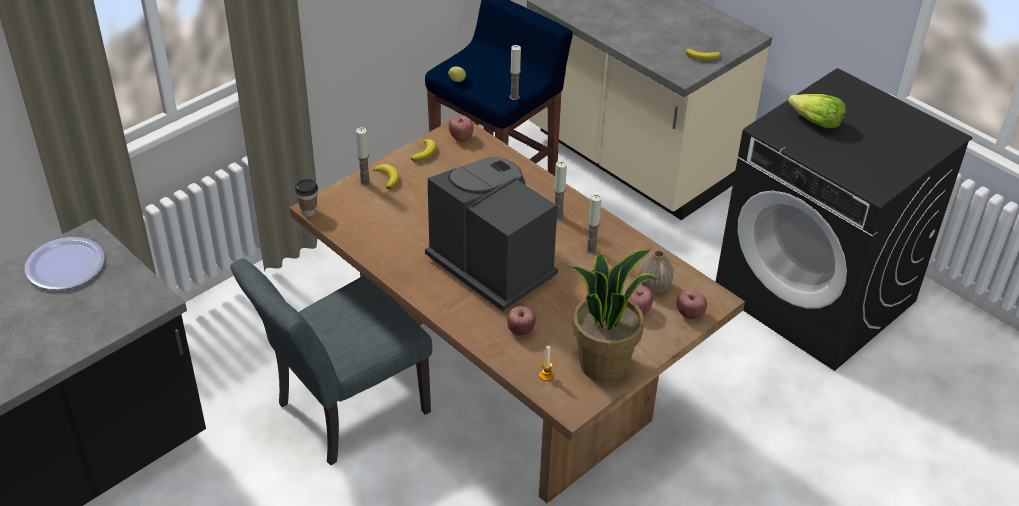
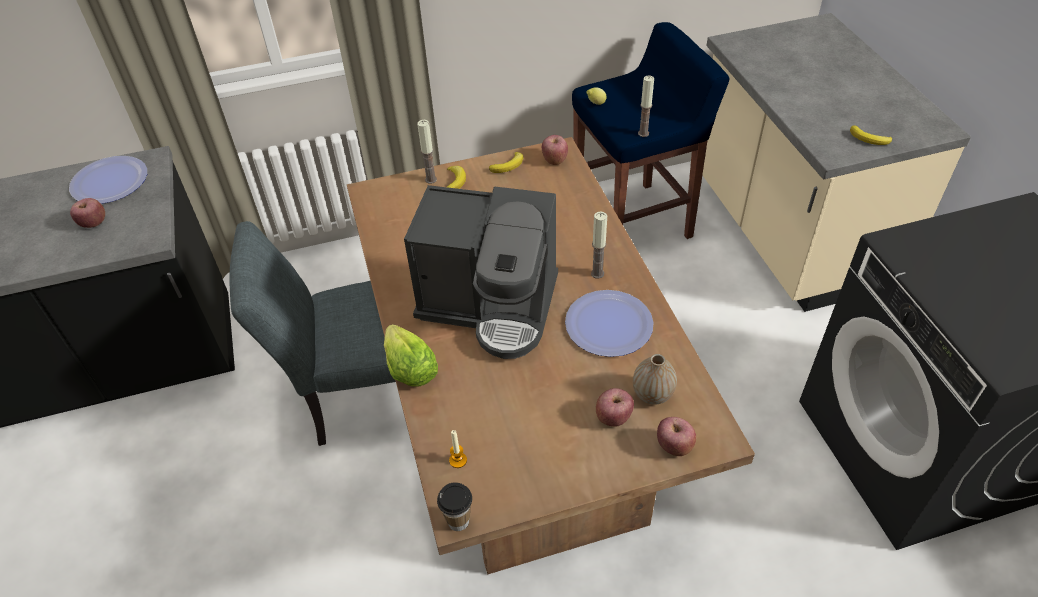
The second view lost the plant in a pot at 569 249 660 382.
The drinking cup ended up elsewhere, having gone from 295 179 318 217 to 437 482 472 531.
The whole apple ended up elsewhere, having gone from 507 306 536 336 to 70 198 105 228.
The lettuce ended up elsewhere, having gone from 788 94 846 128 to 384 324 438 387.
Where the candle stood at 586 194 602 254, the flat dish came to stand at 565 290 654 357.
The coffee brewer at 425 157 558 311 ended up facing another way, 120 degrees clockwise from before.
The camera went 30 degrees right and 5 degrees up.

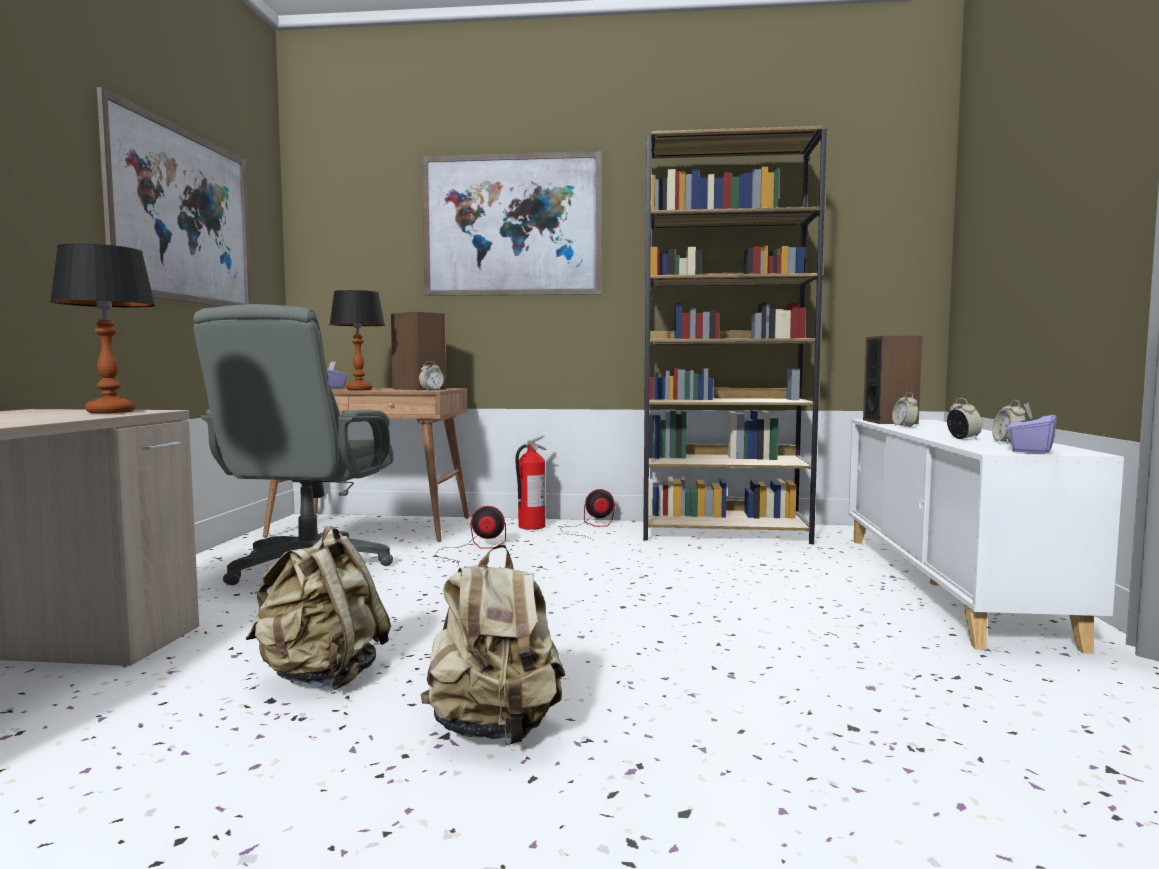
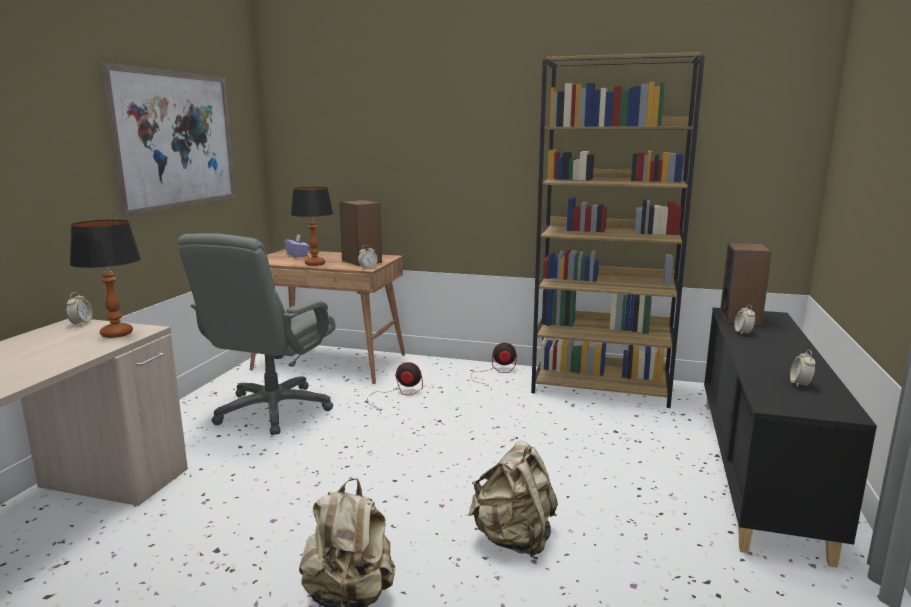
The second view lost the wall art at 422 151 602 296.
The second view lost the extinguisher at 515 436 546 530.
The second view lost the purple tissue box at 1008 403 1057 454.
The sand-coloured backpack ended up elsewhere, having gone from 246 526 391 690 to 468 441 558 557.
The bedside clock ended up elsewhere, having gone from 947 398 982 440 to 66 292 93 326.
What was the whitish cabinet at 848 419 1124 654 turned into the black-coloured cabinet at 704 308 877 568.
The camera went 10 degrees right and 10 degrees up.

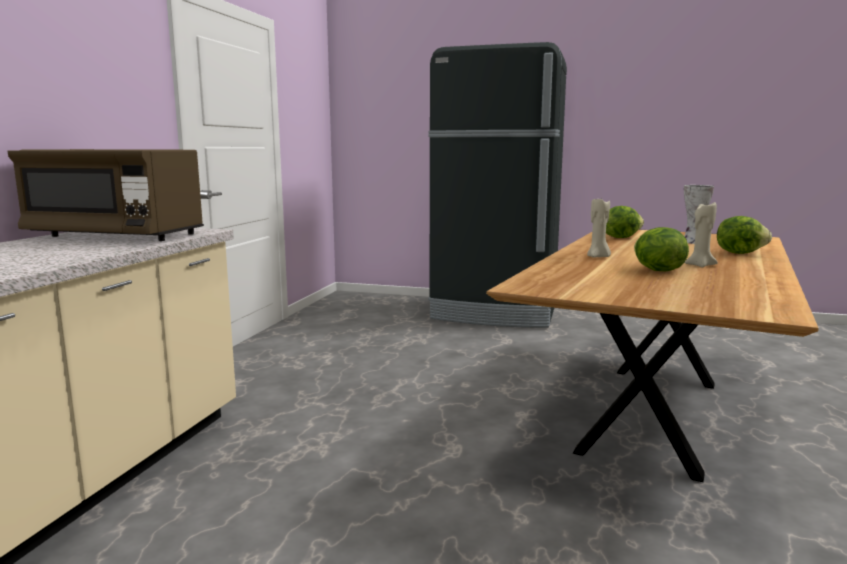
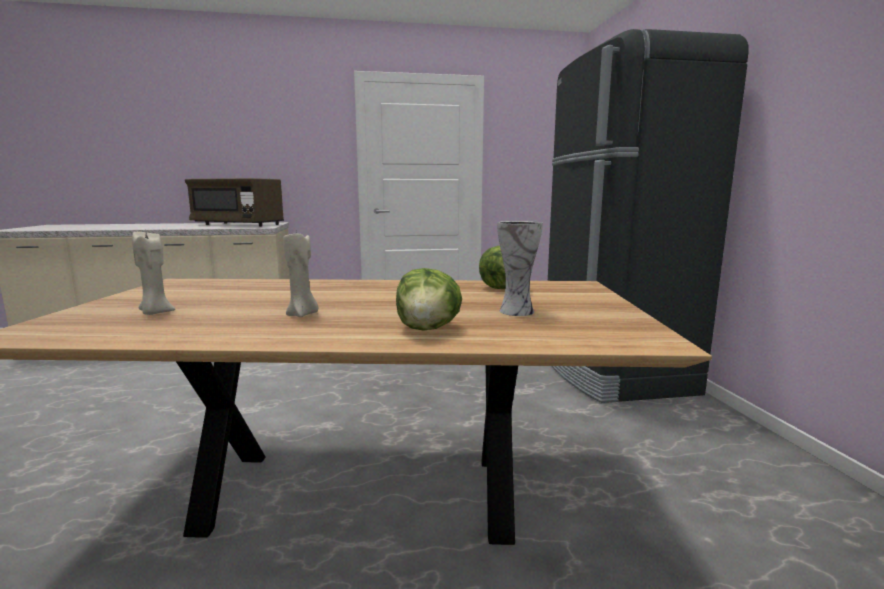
The second view lost the lettuce at 634 227 689 272.
The sand-coloured candle ended up elsewhere, having gone from 587 199 611 257 to 132 232 175 315.
The brown-coloured microwave oven at 8 149 204 241 ended up facing another way, 60 degrees counterclockwise from before.
The camera went 65 degrees right and 0 degrees up.

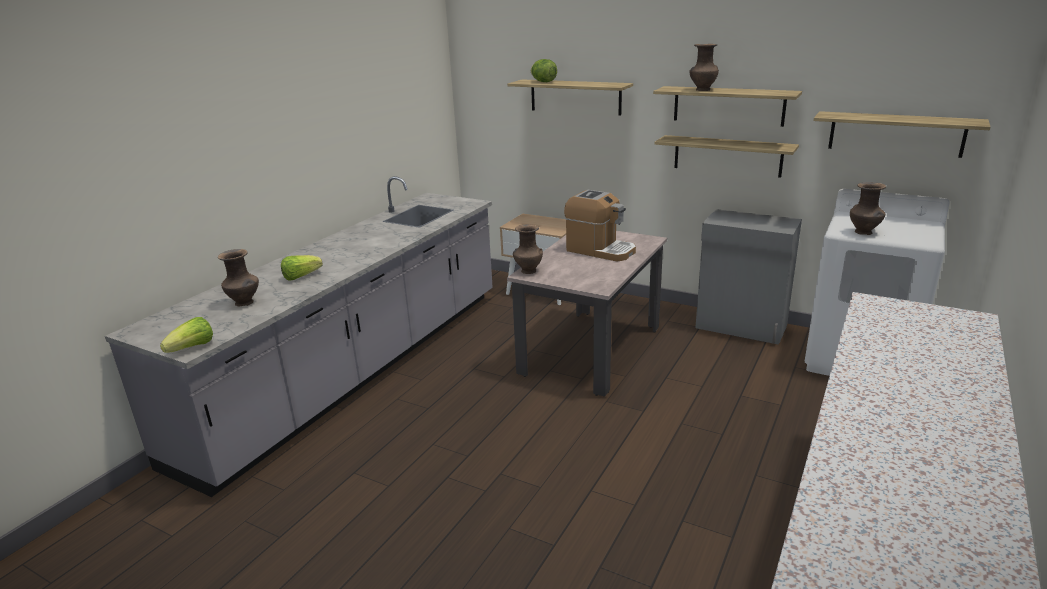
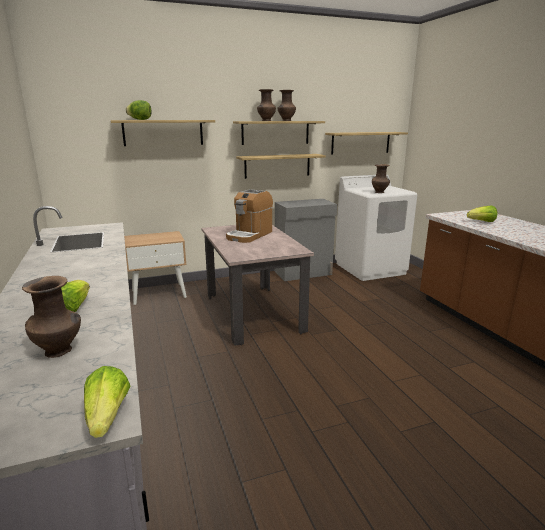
The second view gained the lettuce at 467 205 497 222.
The brown-coloured flower vase ended up elsewhere, having gone from 513 224 543 274 to 277 90 296 121.
The coffee brewer at 564 190 636 262 ended up facing another way, 135 degrees clockwise from before.
The camera went 50 degrees left and 5 degrees down.

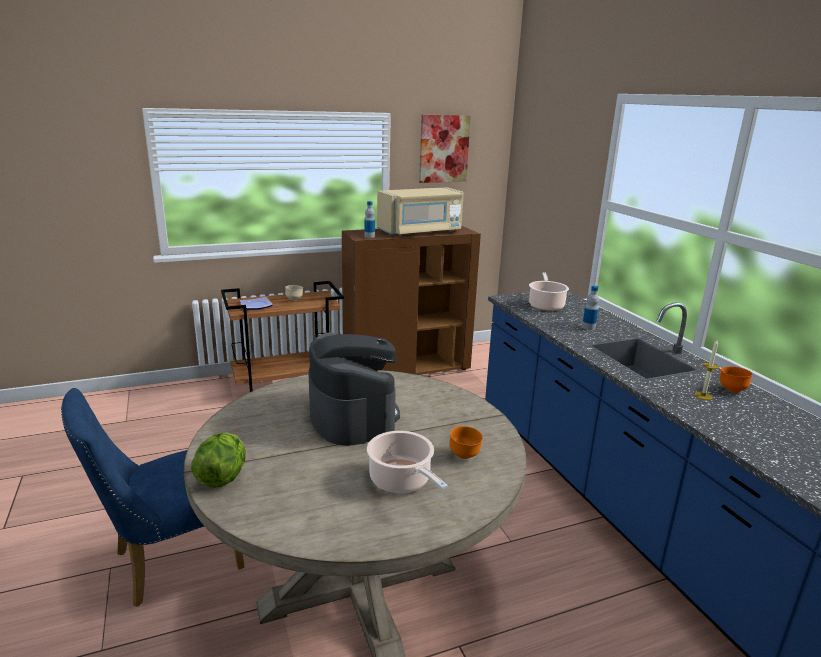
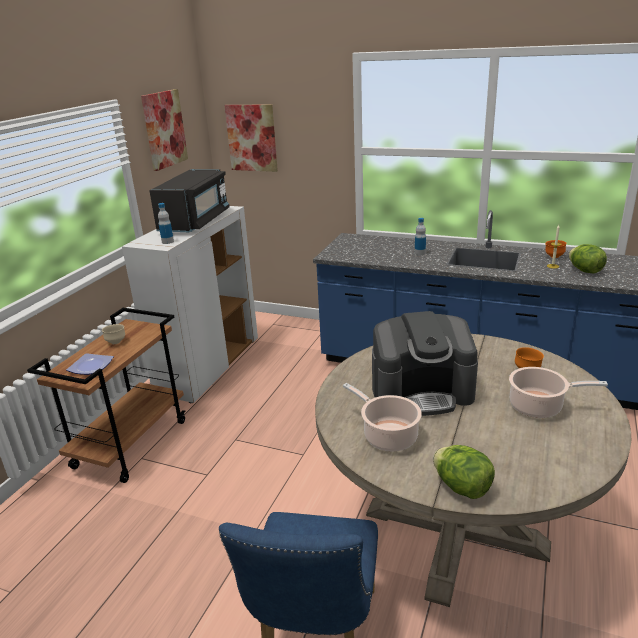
The second view gained the wall art at 225 105 278 172.
The second view gained the lettuce at 569 244 607 273.
The stockpot ended up elsewhere, having gone from 529 272 569 311 to 343 383 422 452.
What was the brown-coloured cabinet at 342 226 481 375 turned into the whitish cabinet at 122 206 258 403.
What was the sand-coloured microwave oven at 377 187 464 236 turned into the black-coloured microwave oven at 149 169 230 232.
The coffee brewer at 308 332 400 446 ended up facing another way, 150 degrees clockwise from before.
The camera went 45 degrees left and 5 degrees up.

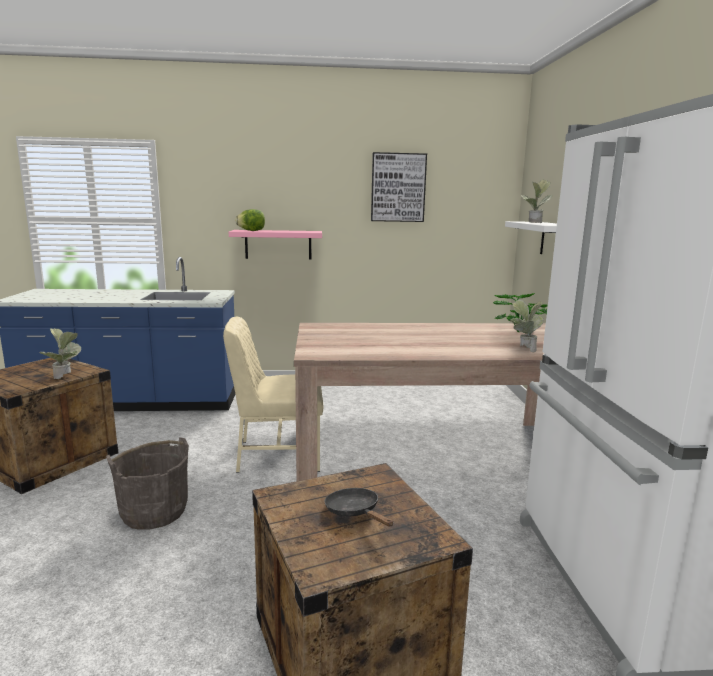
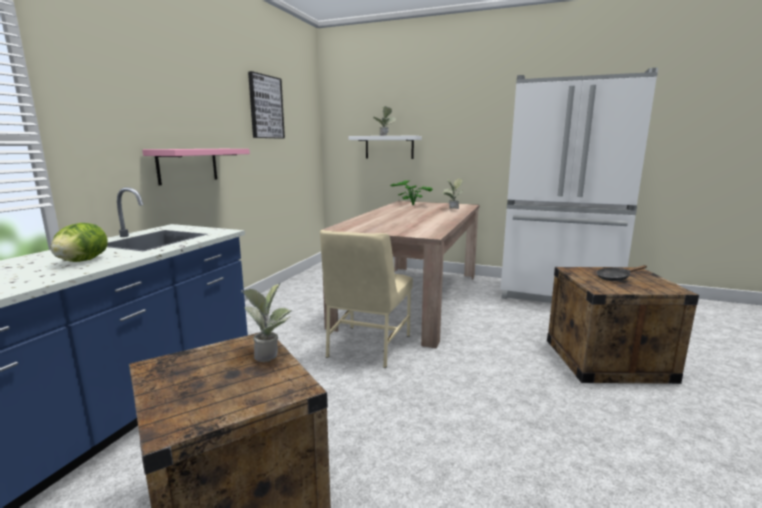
The second view lost the greyish pail at 106 437 189 530.
The lettuce ended up elsewhere, having gone from 235 209 265 231 to 51 223 108 262.
The camera went 65 degrees left and 0 degrees up.

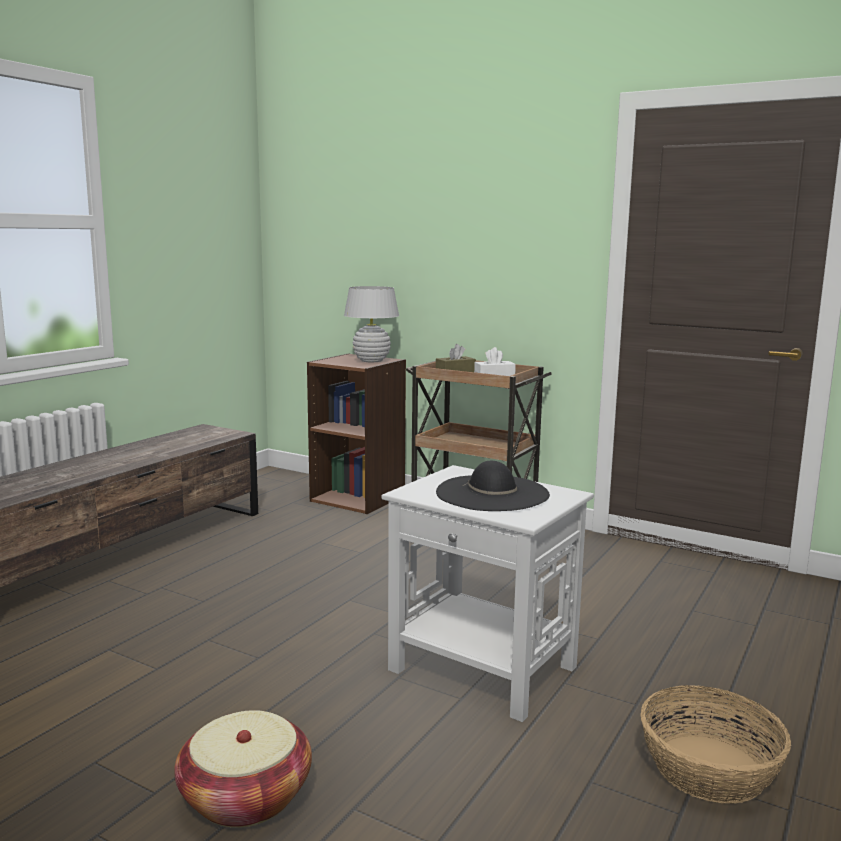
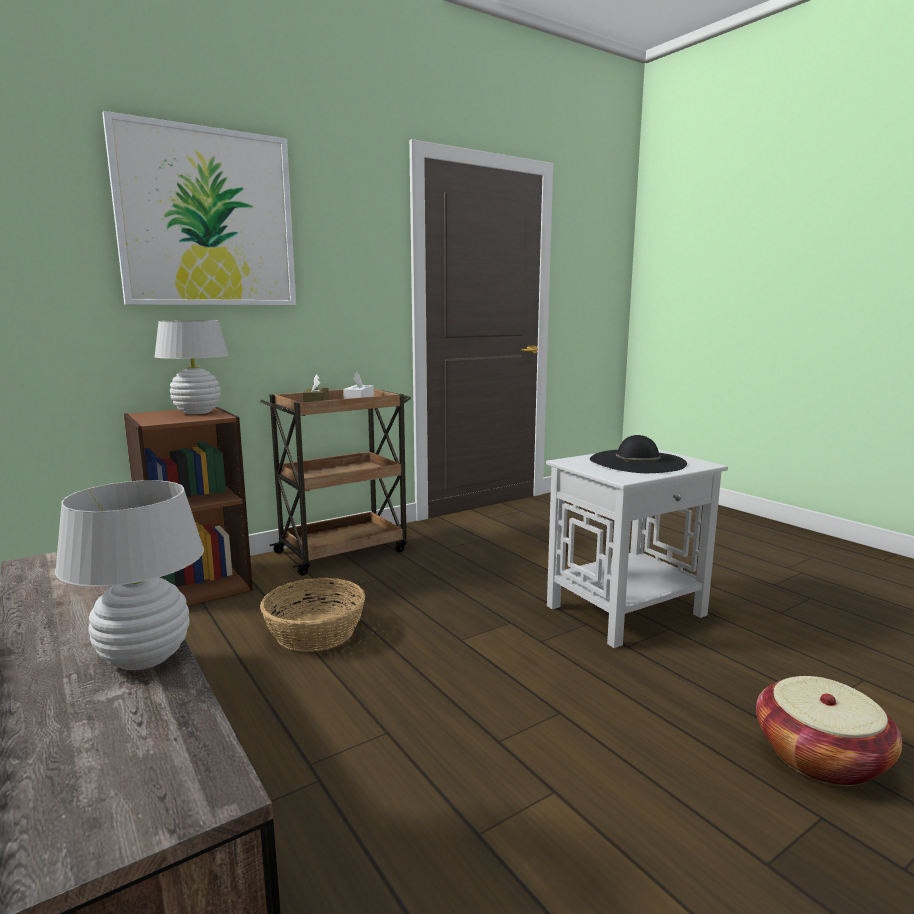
The second view gained the whitish table lamp at 55 480 204 670.
The second view gained the wall art at 102 111 296 305.
The basket ended up elsewhere, having gone from 640 685 791 804 to 260 578 365 652.
The camera went 65 degrees left and 0 degrees up.

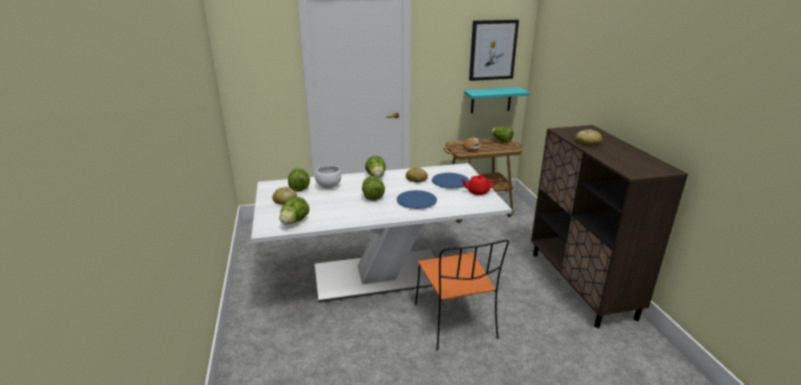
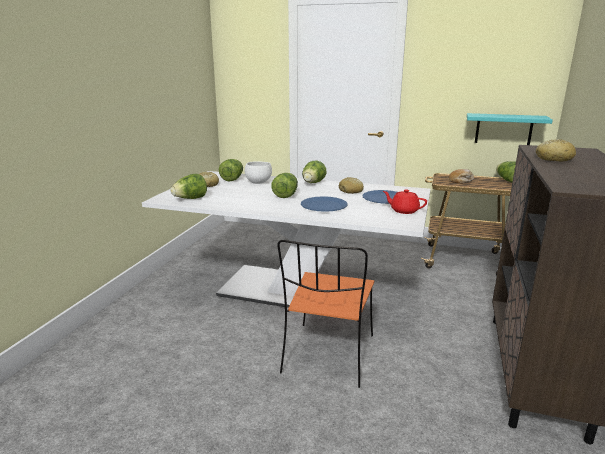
The second view lost the wall art at 469 20 519 81.
The camera went 30 degrees right and 5 degrees down.

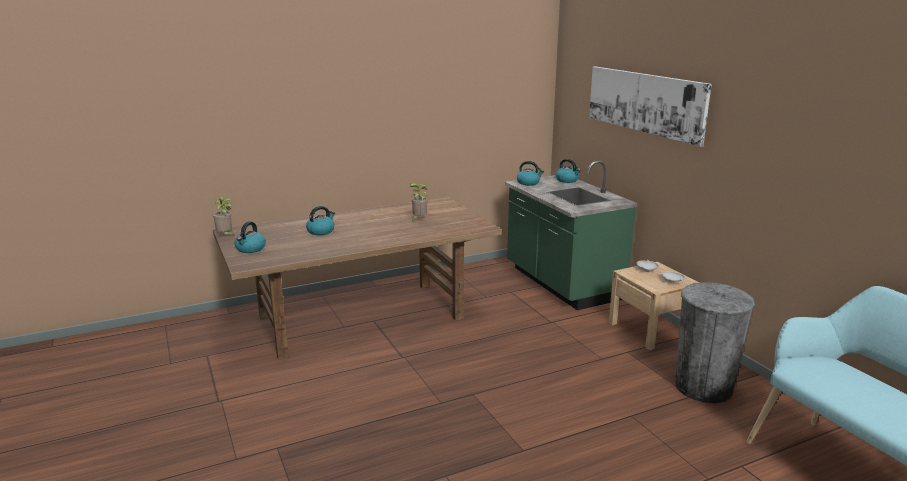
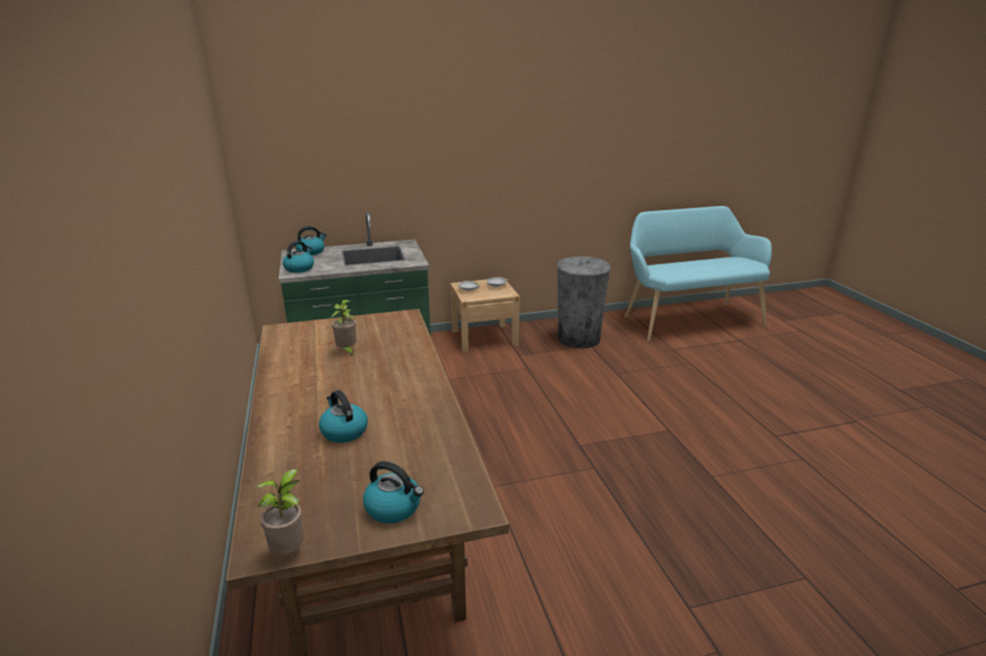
The second view lost the wall art at 589 66 712 147.
The camera went 80 degrees left and 5 degrees up.

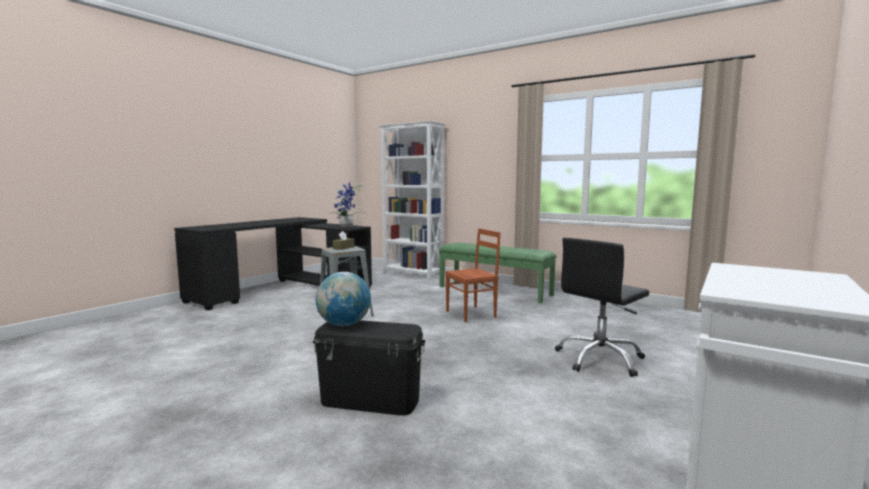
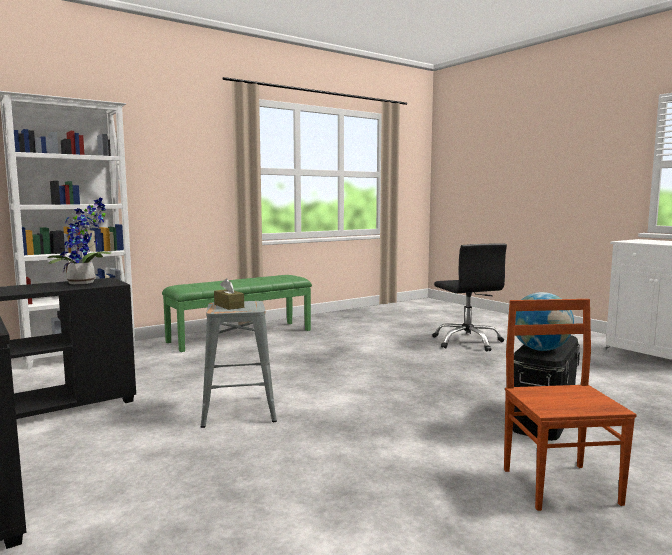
The brown-coloured plain chair ended up elsewhere, having gone from 445 228 500 322 to 504 299 637 511.
The camera went 70 degrees left and 0 degrees up.

